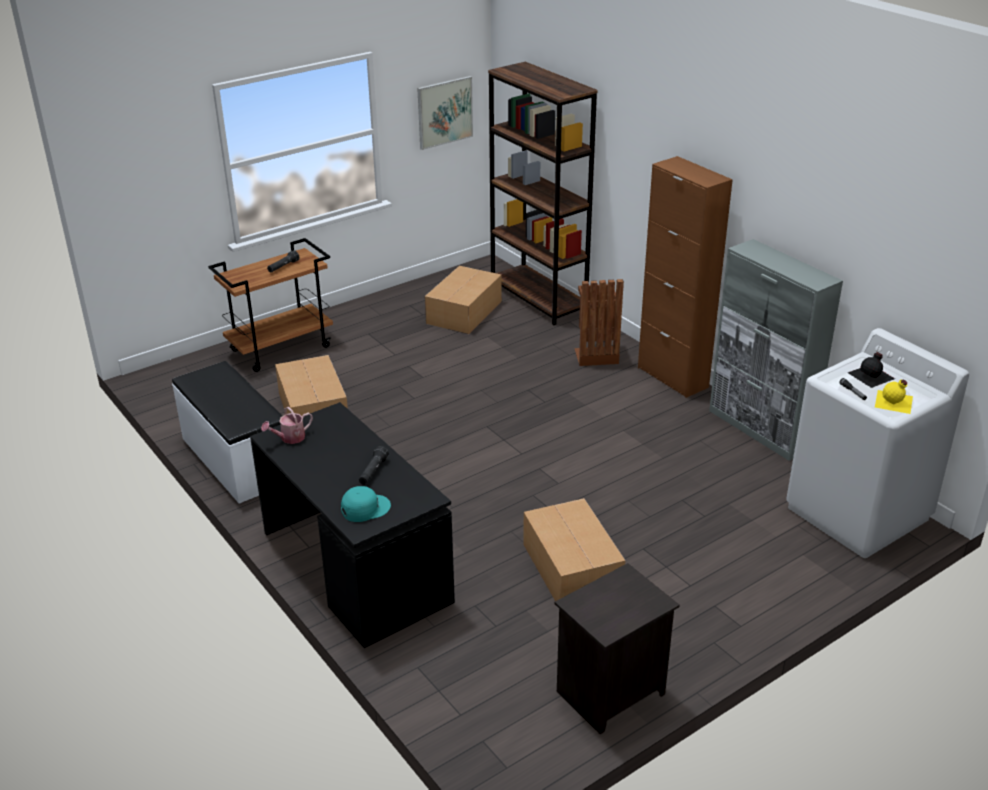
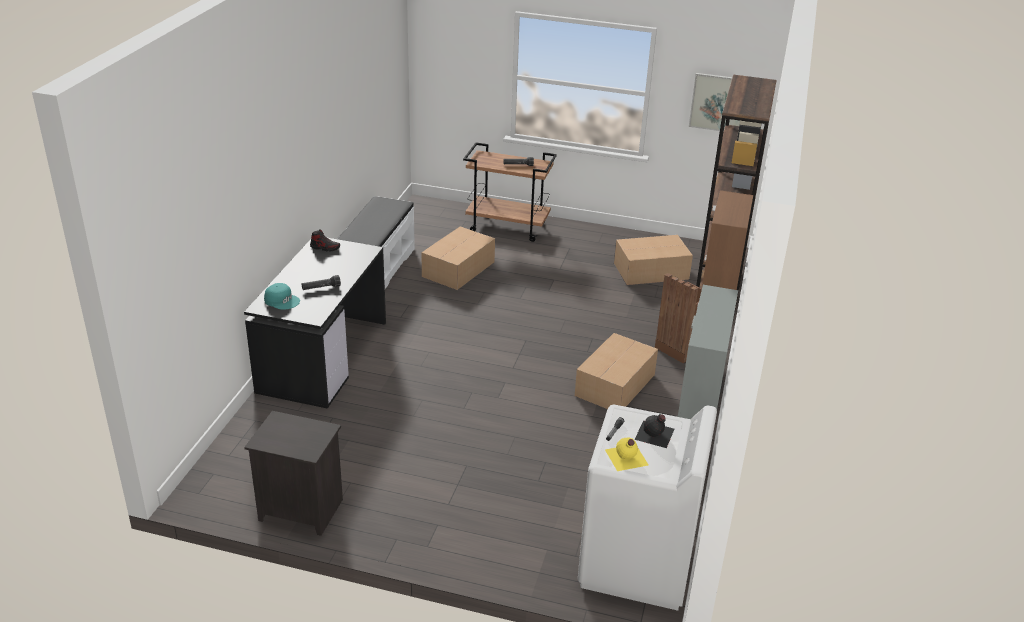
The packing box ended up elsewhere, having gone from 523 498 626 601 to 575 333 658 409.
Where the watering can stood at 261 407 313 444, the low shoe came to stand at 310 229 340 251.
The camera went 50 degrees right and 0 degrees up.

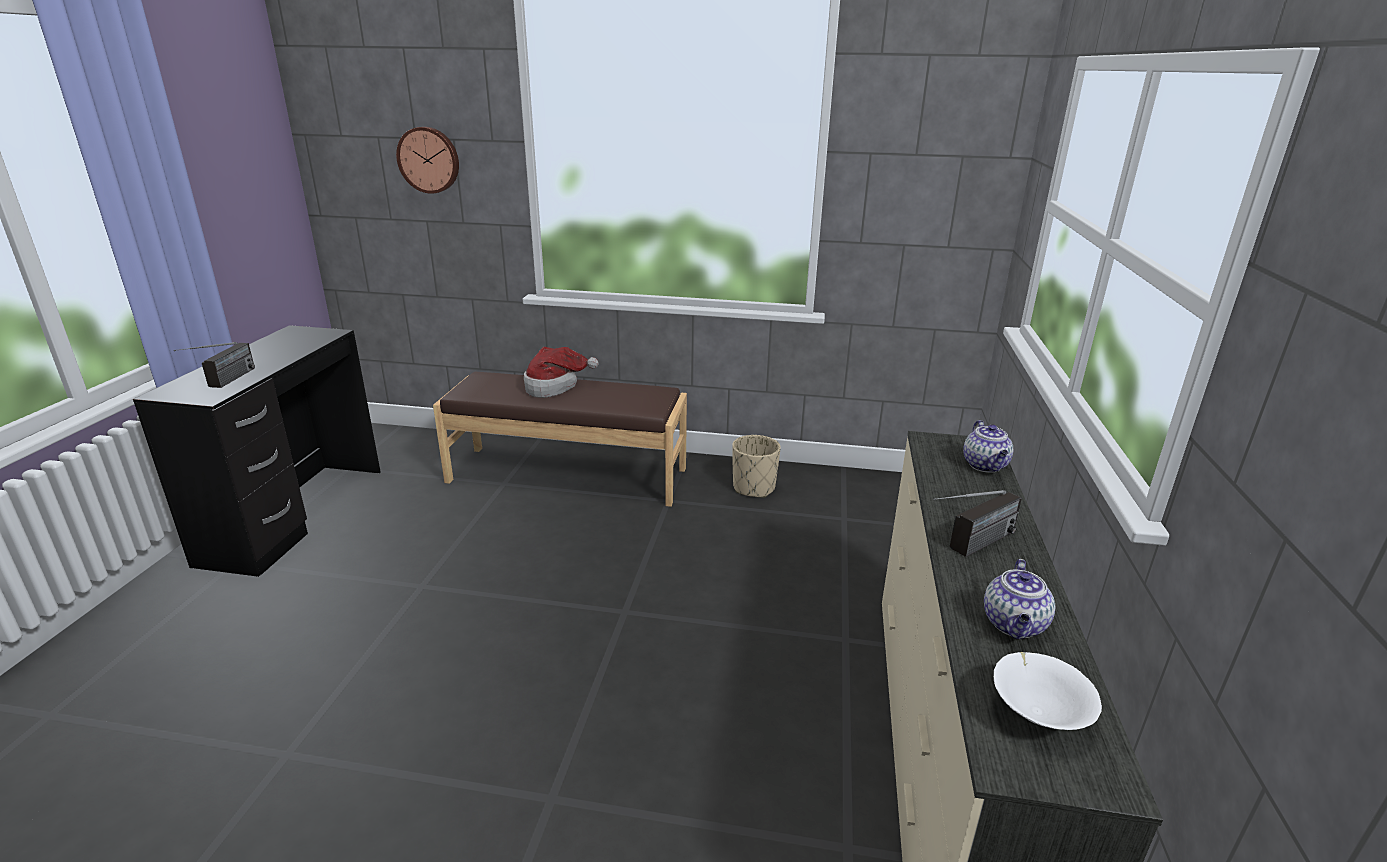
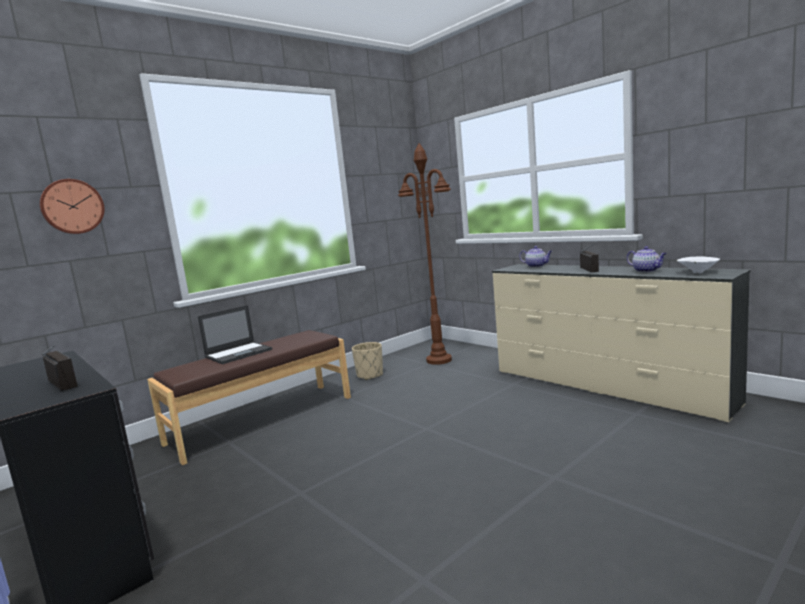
The second view gained the brown-coloured standard lamp at 398 143 452 365.
Where the clothing hat stood at 524 347 599 398, the notebook computer came to stand at 198 305 272 364.
The camera went 50 degrees left and 15 degrees down.

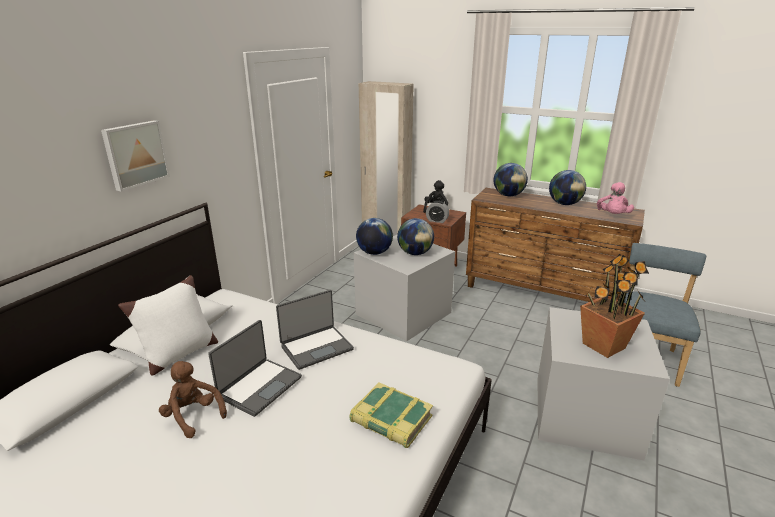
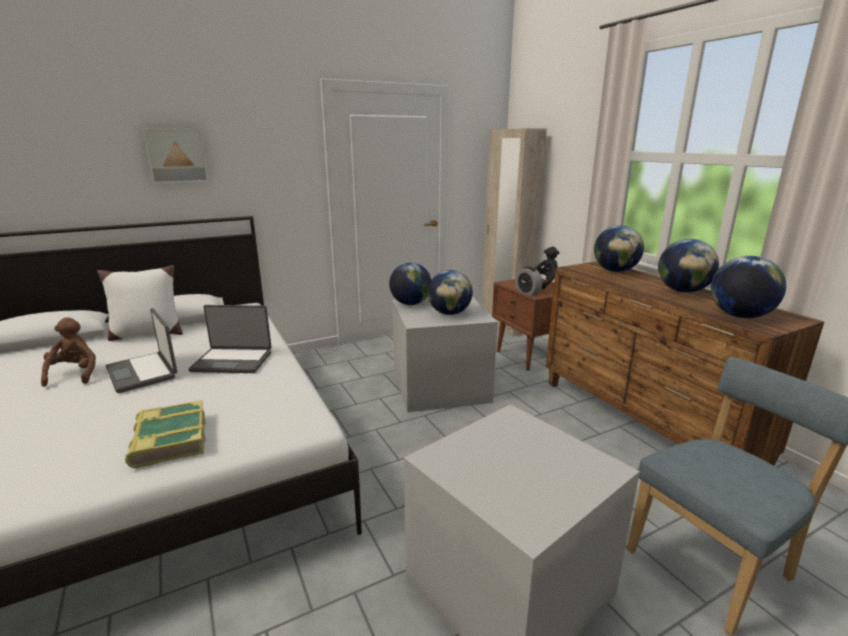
The second view lost the plant in a pot at 580 254 649 358.
Where the pinkish soft toy stood at 597 182 634 214, the world globe came to stand at 711 256 786 318.
The notebook computer at 208 320 302 417 ended up facing another way, 75 degrees clockwise from before.
The camera went 35 degrees right and 5 degrees down.

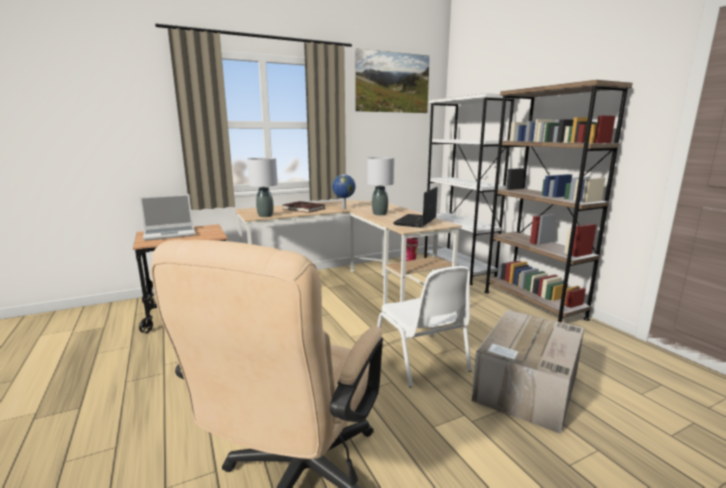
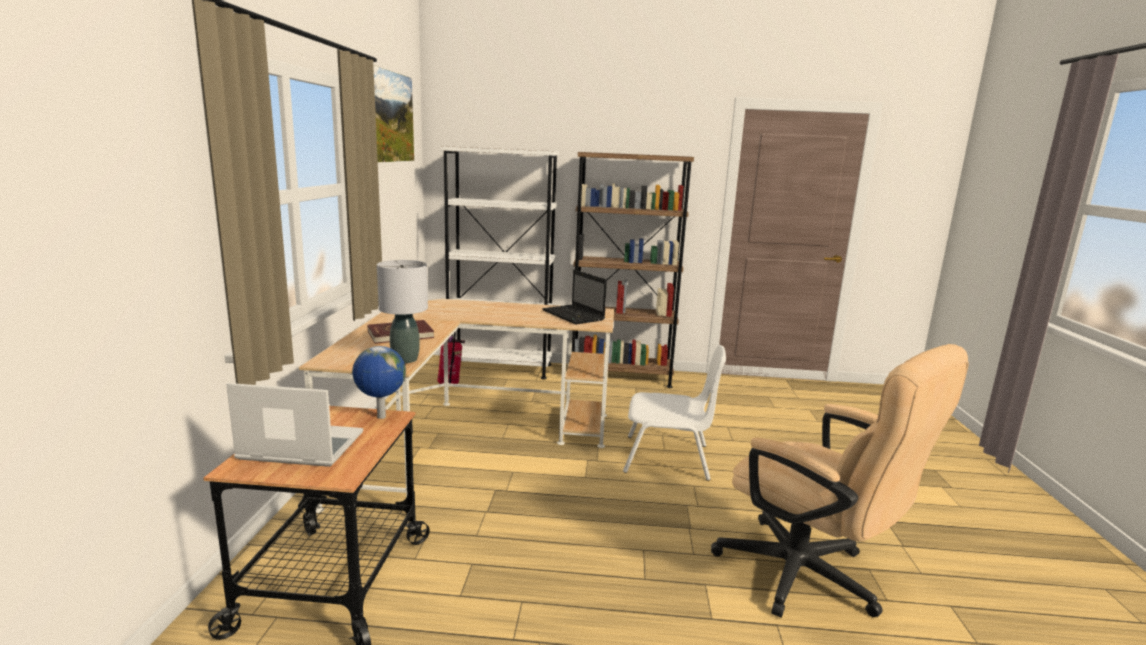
The second view lost the greyish table lamp at 367 157 394 215.
The second view lost the packing box at 472 310 584 434.
The world globe ended up elsewhere, having gone from 332 174 356 209 to 352 346 406 419.
The notebook computer at 139 194 195 241 ended up facing another way, 90 degrees counterclockwise from before.
The camera went 60 degrees left and 0 degrees up.

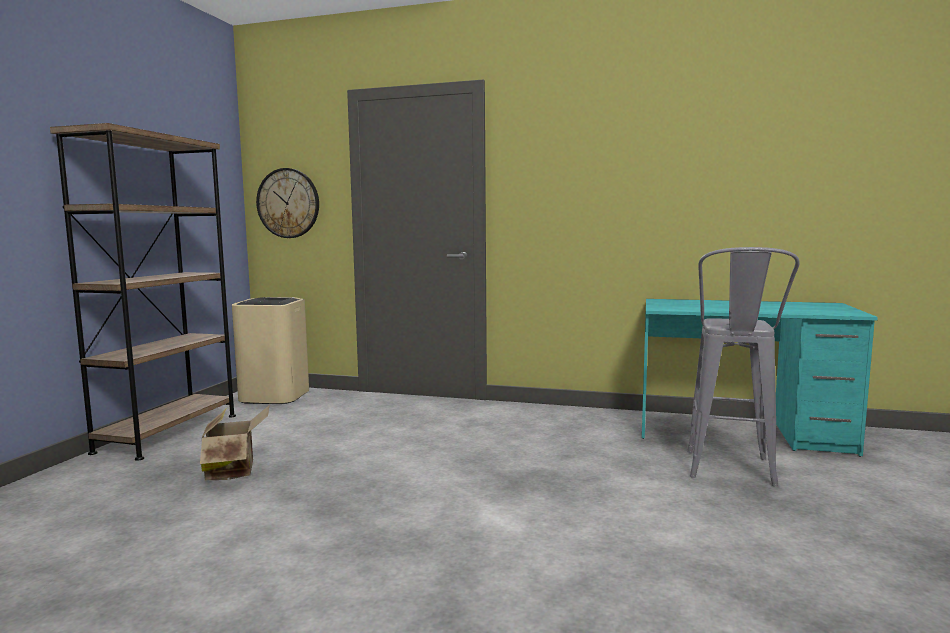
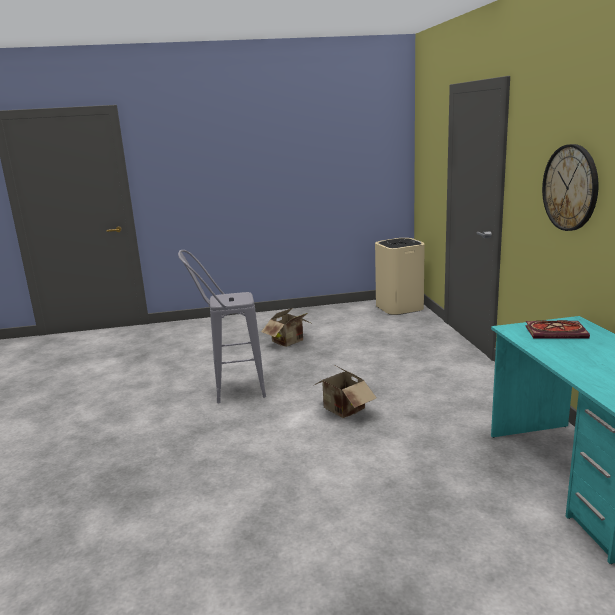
The second view lost the brown-coloured bookshelf at 50 123 236 461.
The second view gained the packing box at 311 367 377 418.
The second view gained the bound book at 525 320 590 338.
The clock on the wall ended up elsewhere, having gone from 256 168 319 238 to 542 144 599 231.
The greyish sitting stool ended up elsewhere, having gone from 687 247 800 486 to 178 250 266 403.
The camera went 65 degrees right and 10 degrees up.

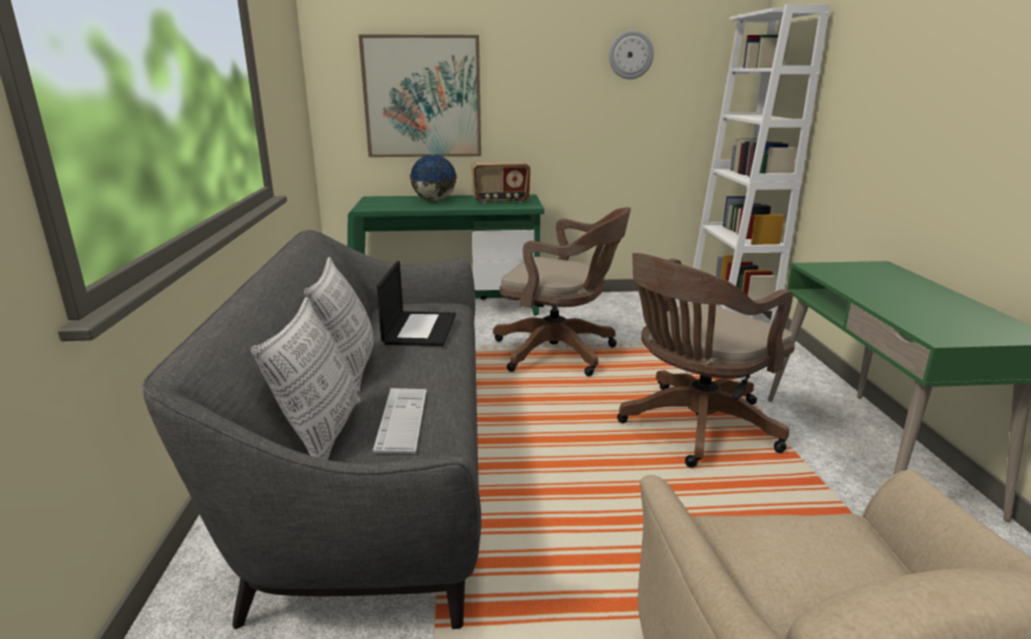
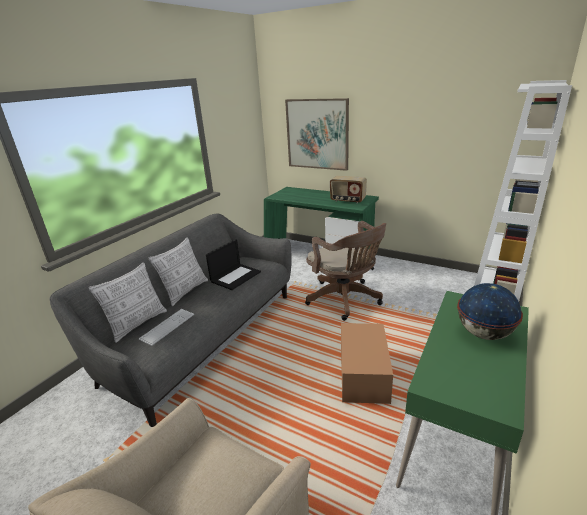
The second view lost the clock on the wall at 609 30 654 79.
The world globe ended up elsewhere, having gone from 410 154 457 201 to 457 283 523 340.
Where the brown-coloured office chair stood at 617 253 795 468, the packing box came to stand at 341 323 393 404.
The camera went 35 degrees right and 5 degrees up.

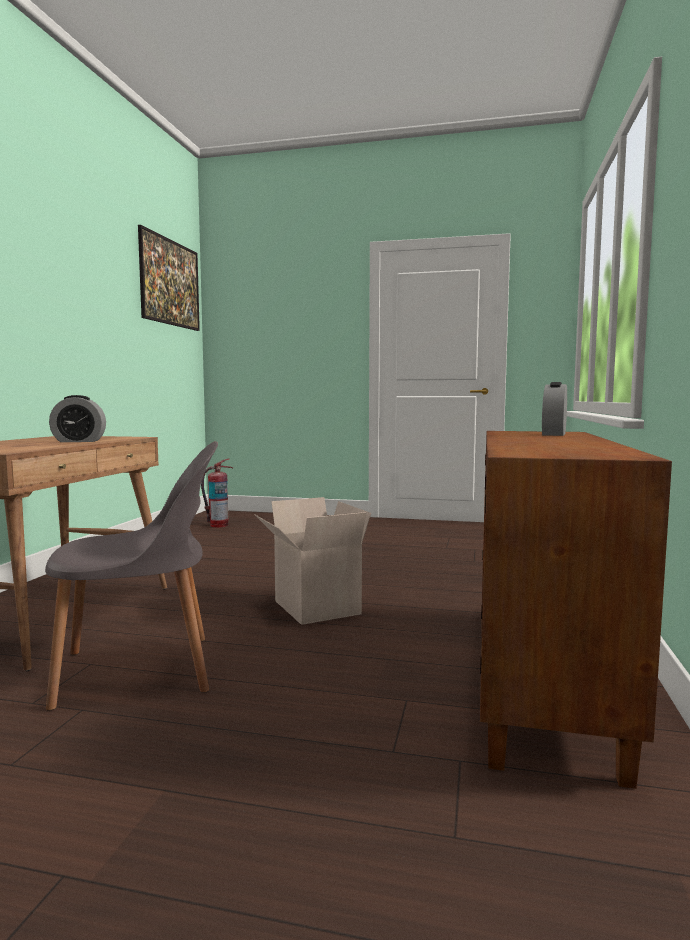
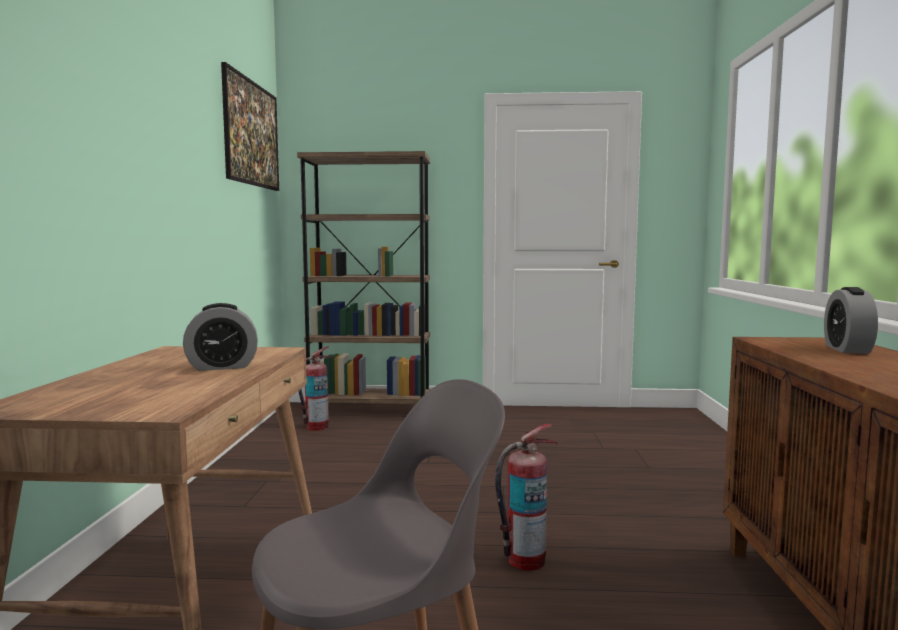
The second view gained the brown-coloured bookshelf at 297 151 430 404.
Where the packing box stood at 254 497 371 625, the extinguisher came to stand at 495 424 558 571.
The camera went 10 degrees left and 0 degrees up.

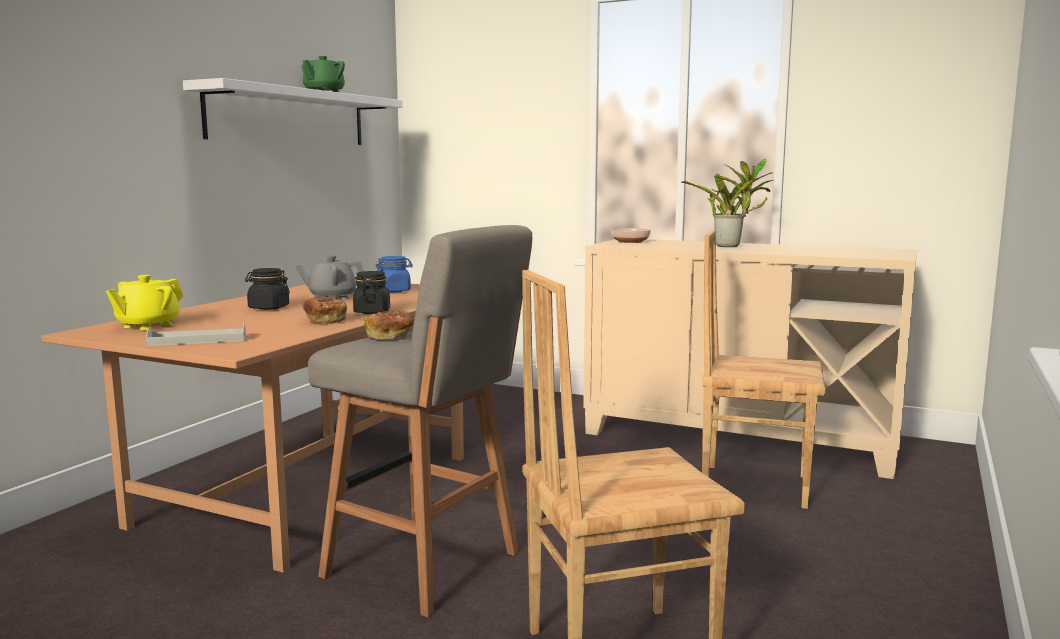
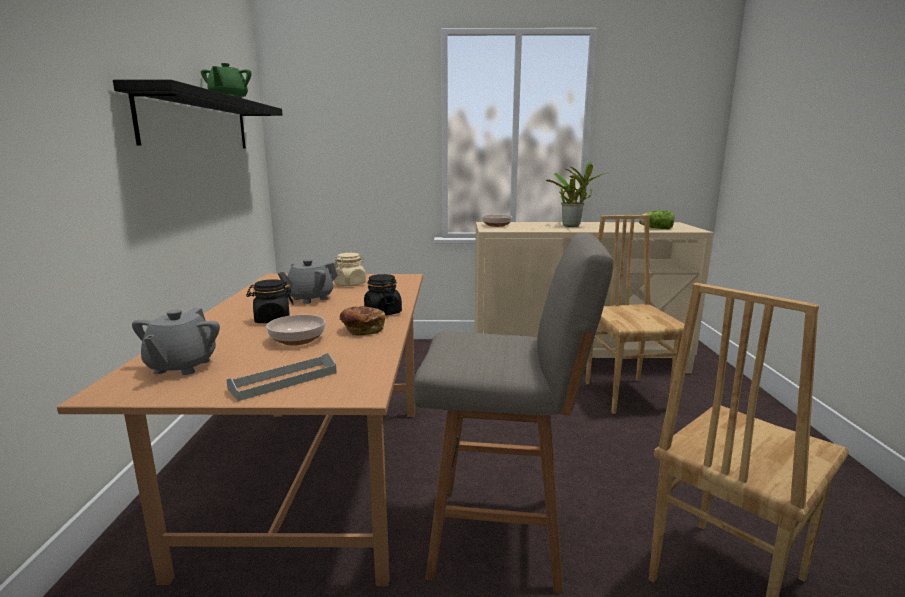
The second view lost the baked bread at 364 310 414 339.
The second view gained the serving bowl at 266 315 325 345.
The second view gained the lettuce at 639 211 674 229.
What was the yellow-coloured pot for tea at 106 275 183 330 turned into the greyish pot for tea at 132 308 220 375.
What was the whitish wall shelf at 183 78 402 145 turned into the black-coloured wall shelf at 113 80 283 149.
What was the blue storage jar at 375 256 413 293 turned into the sand-coloured storage jar at 334 253 366 286.
The brown-coloured plain chair at 702 230 825 509 ended up facing another way, 90 degrees clockwise from before.
The camera went 25 degrees left and 5 degrees up.

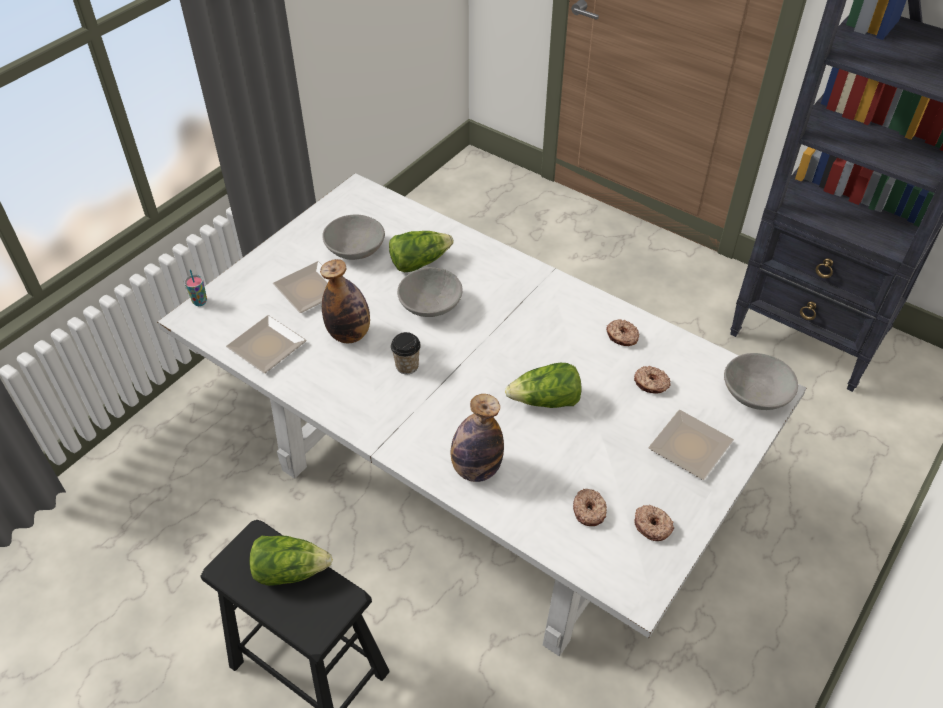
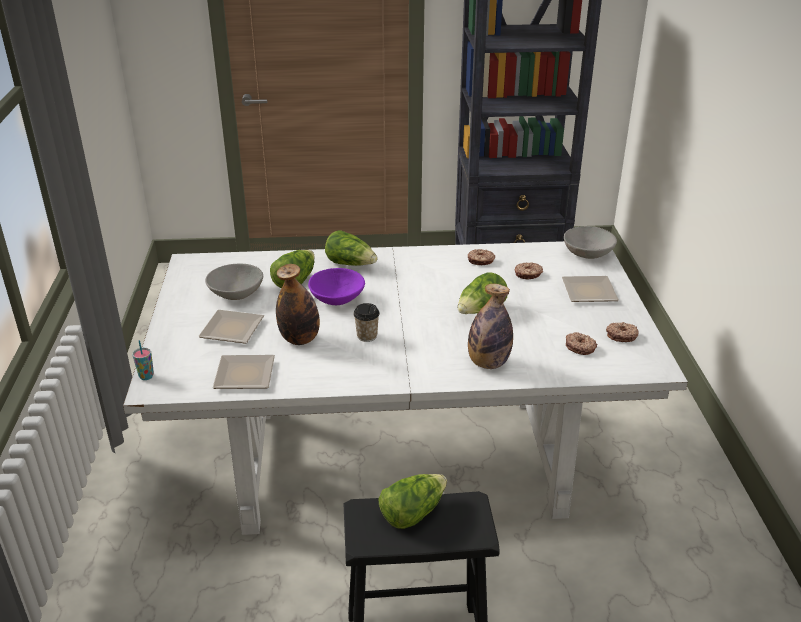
The second view gained the lettuce at 325 230 377 266.
What was the greyish serving bowl at 397 267 463 317 turned into the purple serving bowl at 308 268 365 305.
The camera went 40 degrees left and 15 degrees down.

